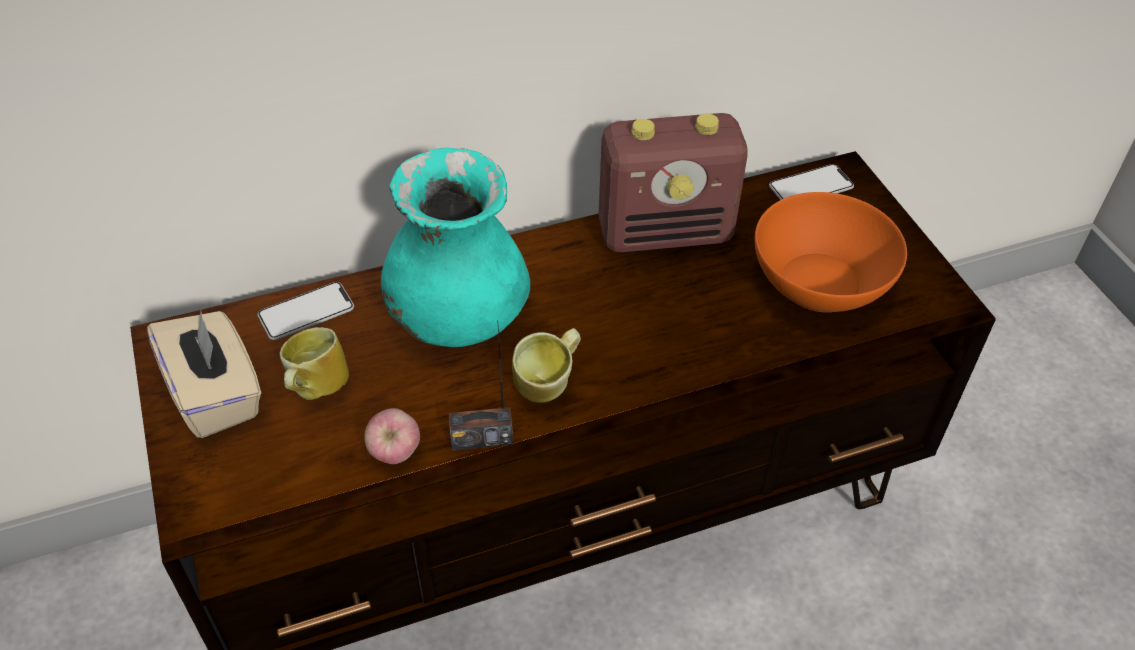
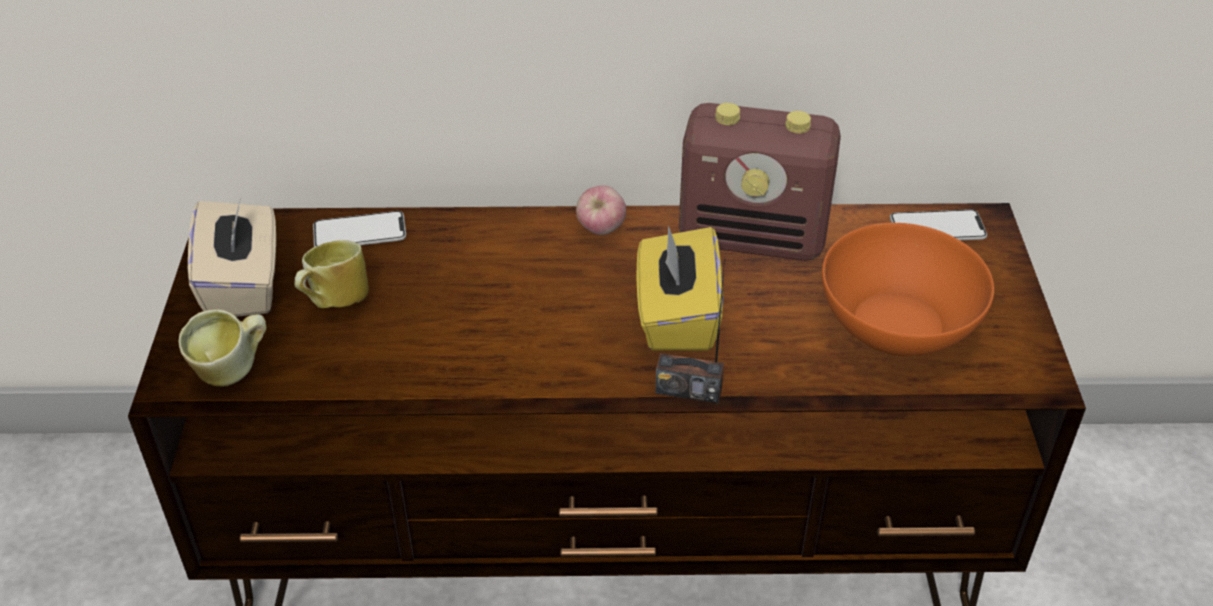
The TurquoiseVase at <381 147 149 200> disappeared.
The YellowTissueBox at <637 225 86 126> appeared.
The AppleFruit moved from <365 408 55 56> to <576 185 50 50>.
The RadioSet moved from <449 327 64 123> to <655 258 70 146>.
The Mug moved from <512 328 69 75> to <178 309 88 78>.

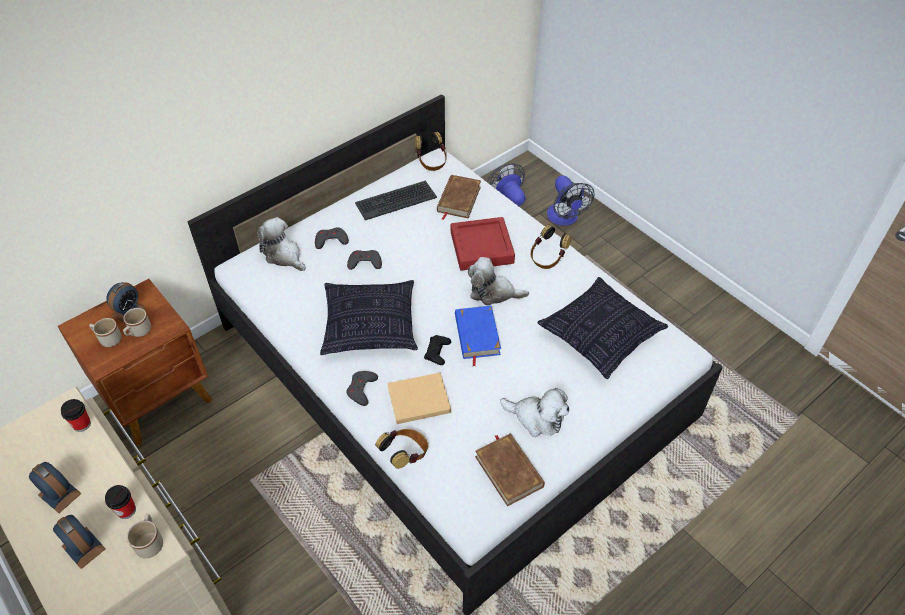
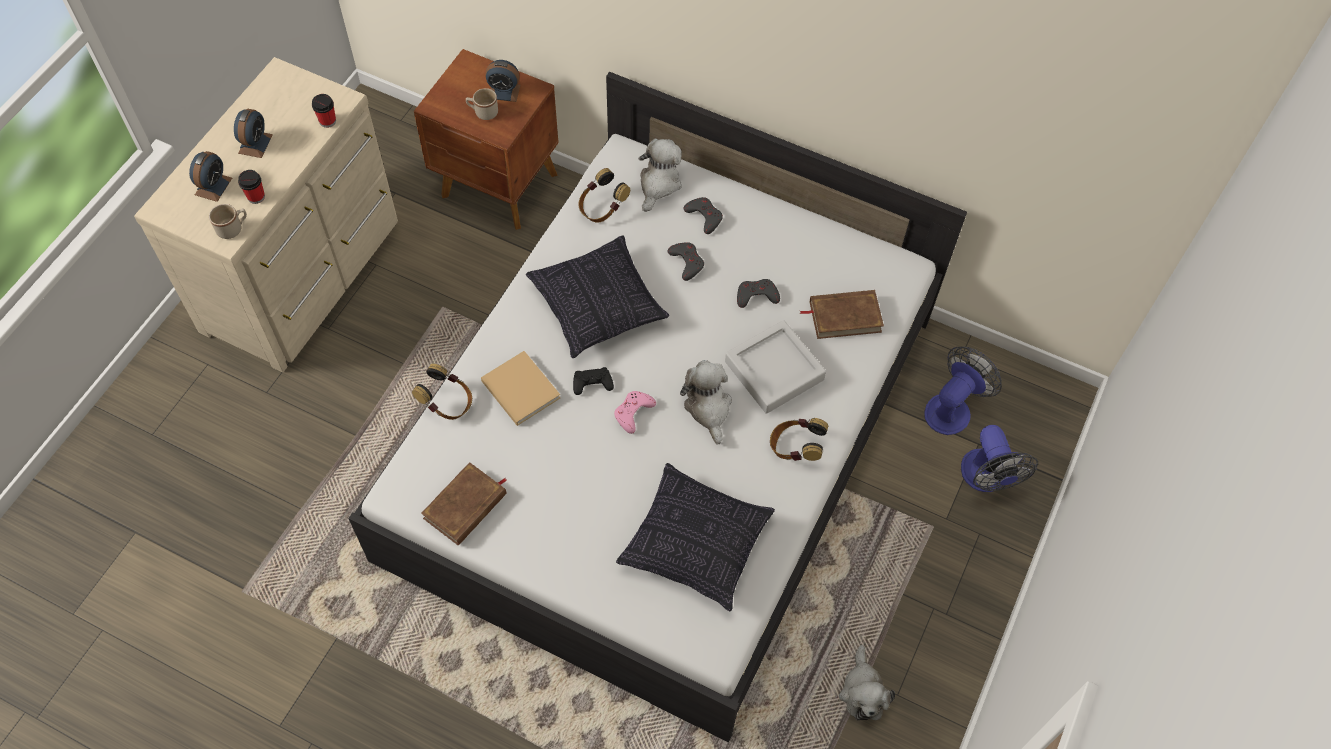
The SandColouredMug at <89 318 33 29> disappeared.
The ComputerKeyboard at <355 181 82 39> disappeared.
The GrayJoypad moved from <346 371 32 35> to <737 279 43 29>.
The Headphones moved from <415 132 32 39> to <578 168 52 55>.
The PlushToy moved from <500 388 69 49> to <839 645 56 75>.
The BluishVolume at <455 306 46 60> was replaced by the PinkishJoypad at <614 391 42 43>.
The RedServingTray at <451 217 64 54> became the GrayServingTray at <725 320 101 94>.
The CoolingFan at <547 175 48 51> turned 60 degrees counterclockwise.

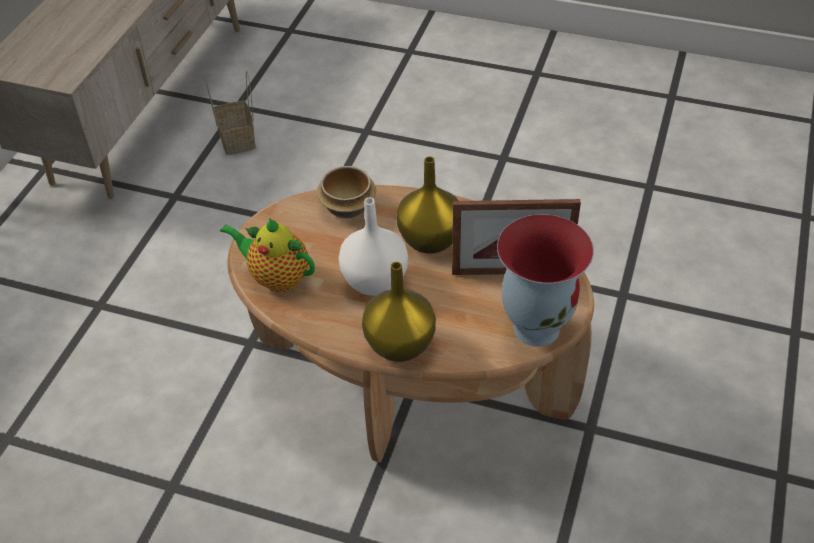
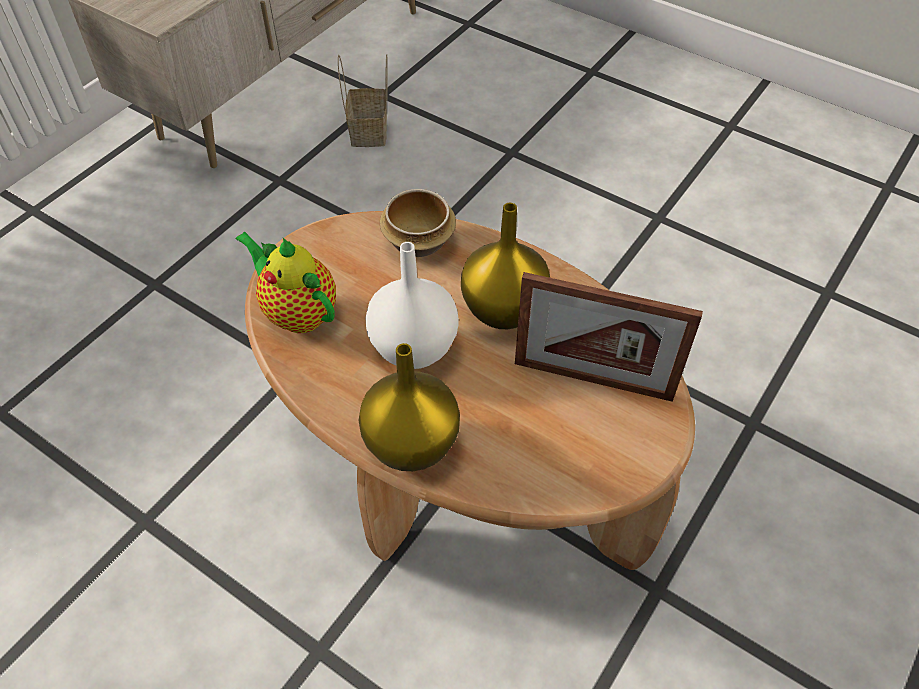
The Vase at <497 214 97 133> disappeared.

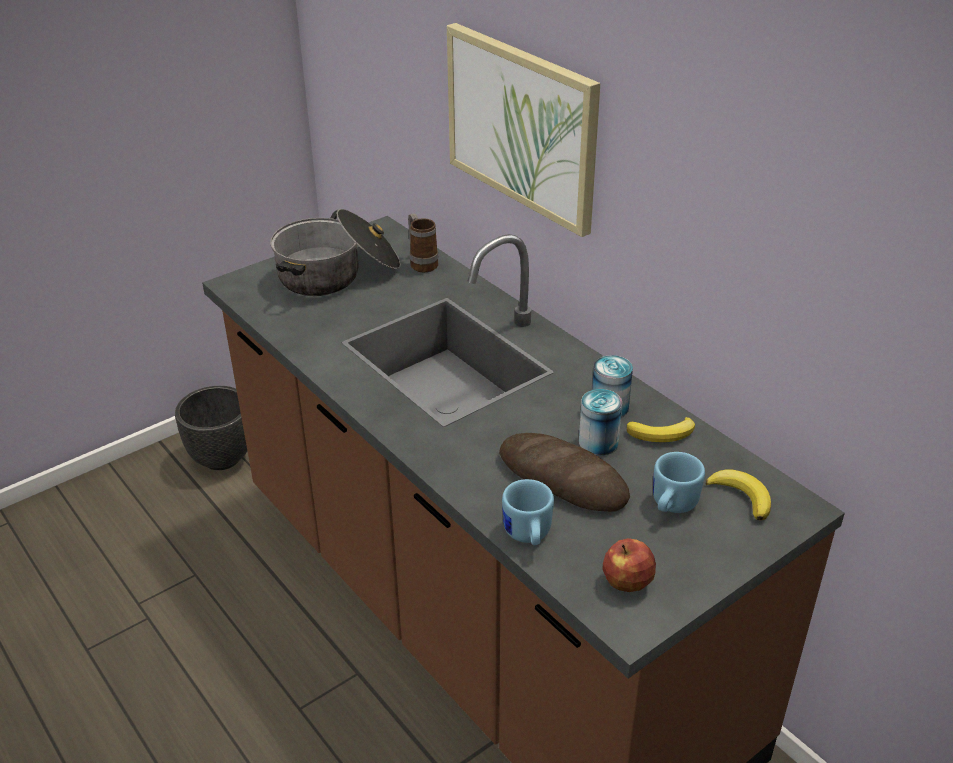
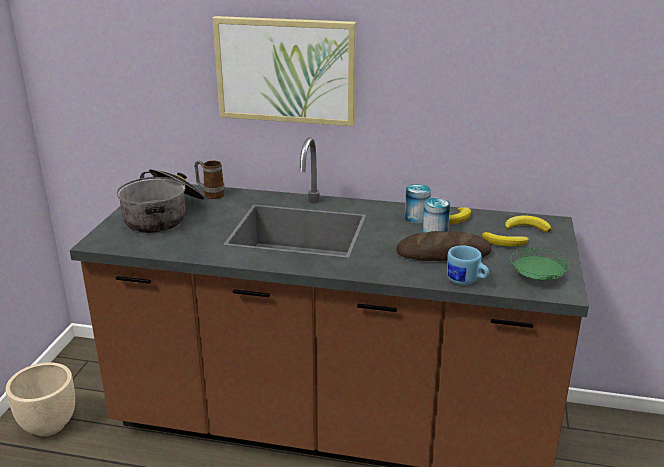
The AppleFruit at <603 538 53 54> was replaced by the GreenishPlate at <510 248 60 32>.
The BluishMug at <653 452 52 61> was replaced by the BananaFruit at <482 232 47 14>.
The BlackColouredFlowerPot at <175 386 72 84> became the SandColouredFlowerPot at <6 362 69 74>.

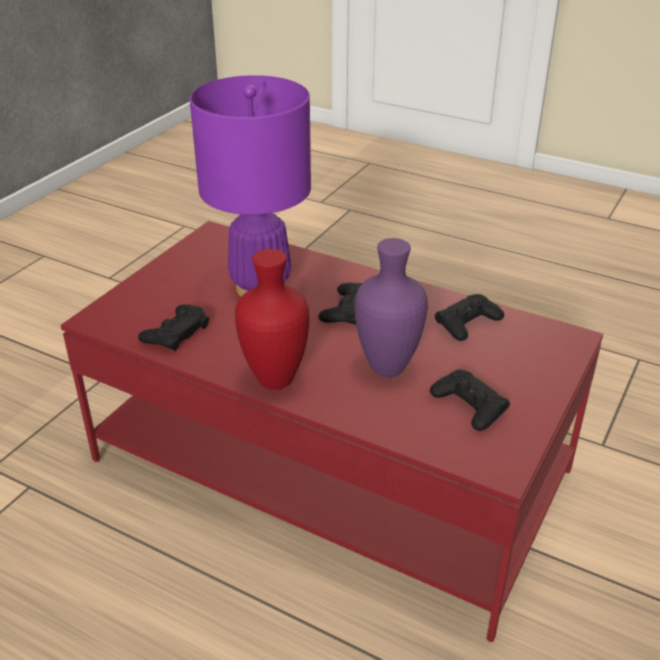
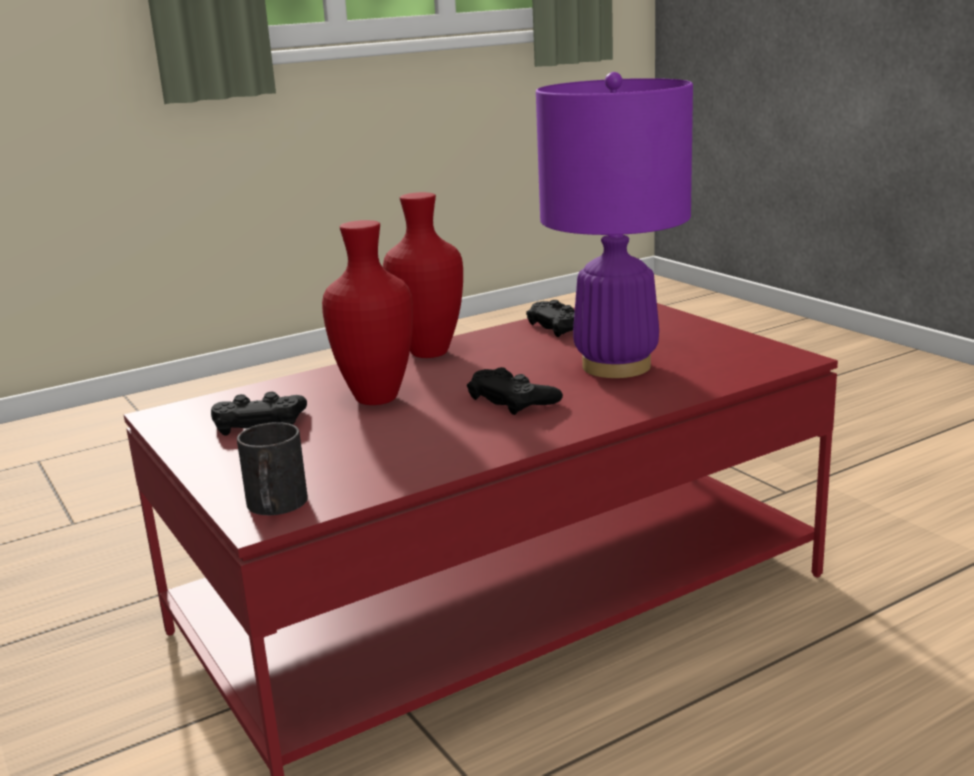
The BlackColouredJoypad at <435 294 69 47> disappeared.
The BlackColouredMug at <237 422 71 93> appeared.
The PurpleColouredVase at <355 238 73 139> became the RedVase at <322 220 91 185>.

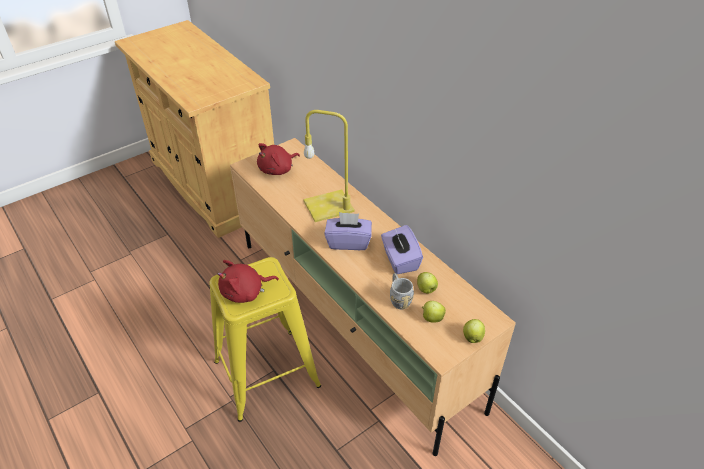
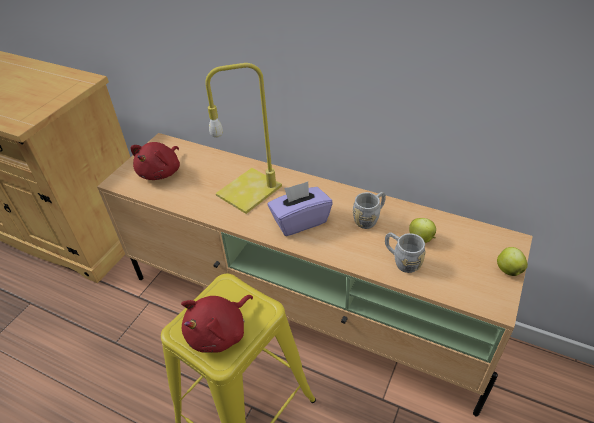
The AppleFruit at <421 301 25 22> disappeared.
The PurpleColouredTissueBox at <381 225 42 49> was replaced by the GrayMug at <353 192 33 37>.

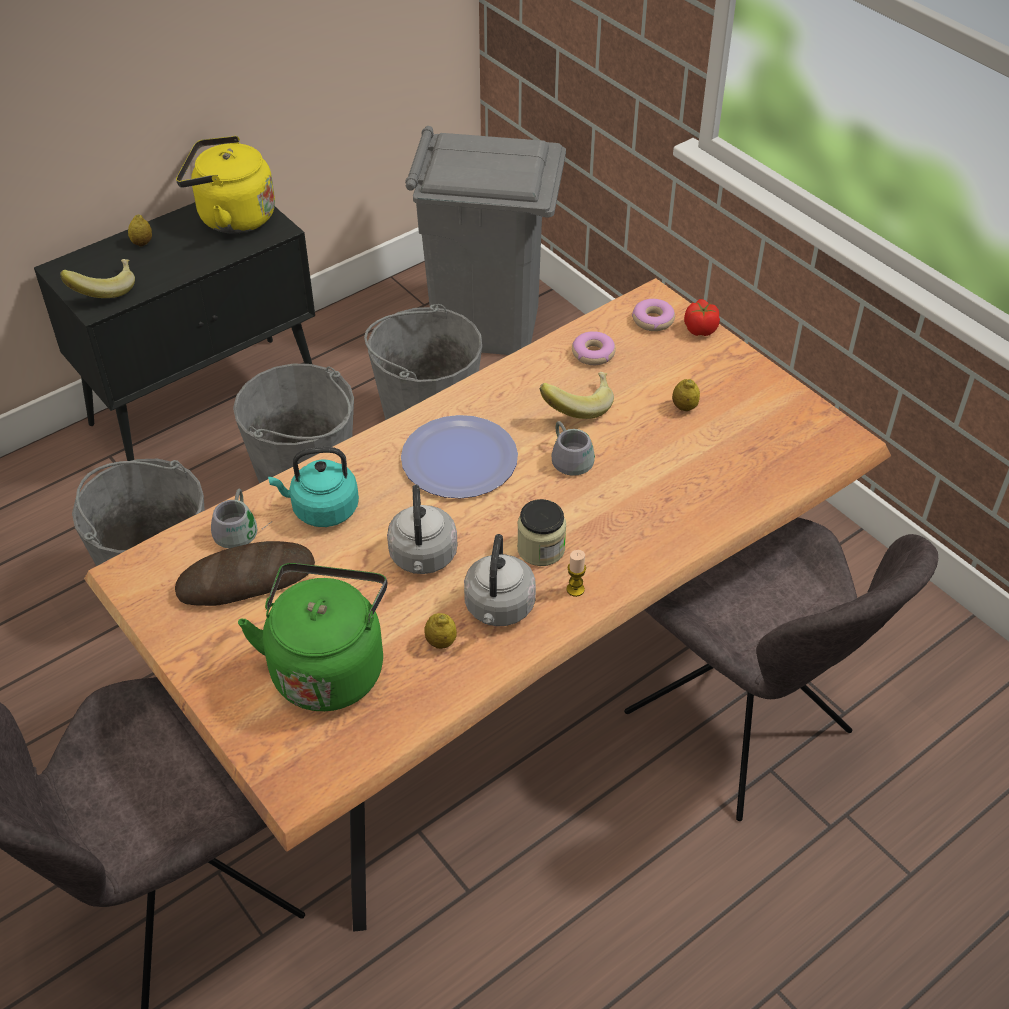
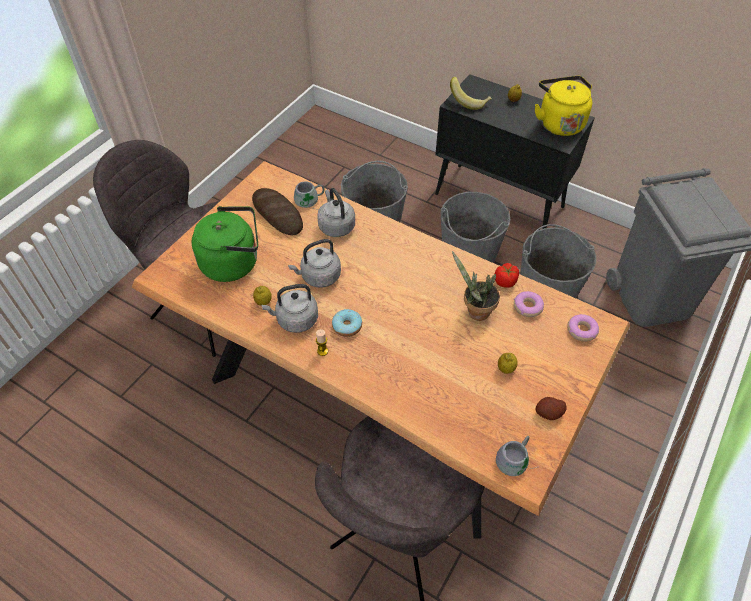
The Plate at <401 415 117 83> disappeared.
The Spud at <535 397 32 23> appeared.
The GrayMug moved from <552 421 43 55> to <496 436 41 40>.
The WholeTomato moved from <684 299 36 37> to <495 263 24 25>.
The PreserveJar at <517 499 49 67> was replaced by the Donut at <332 309 30 28>.
The BananaFruit at <540 372 74 47> was replaced by the Houseplant at <452 251 48 70>.
The TurquoiseWaterKettle at <268 447 91 80> became the GrayWaterKettle at <317 188 38 49>.

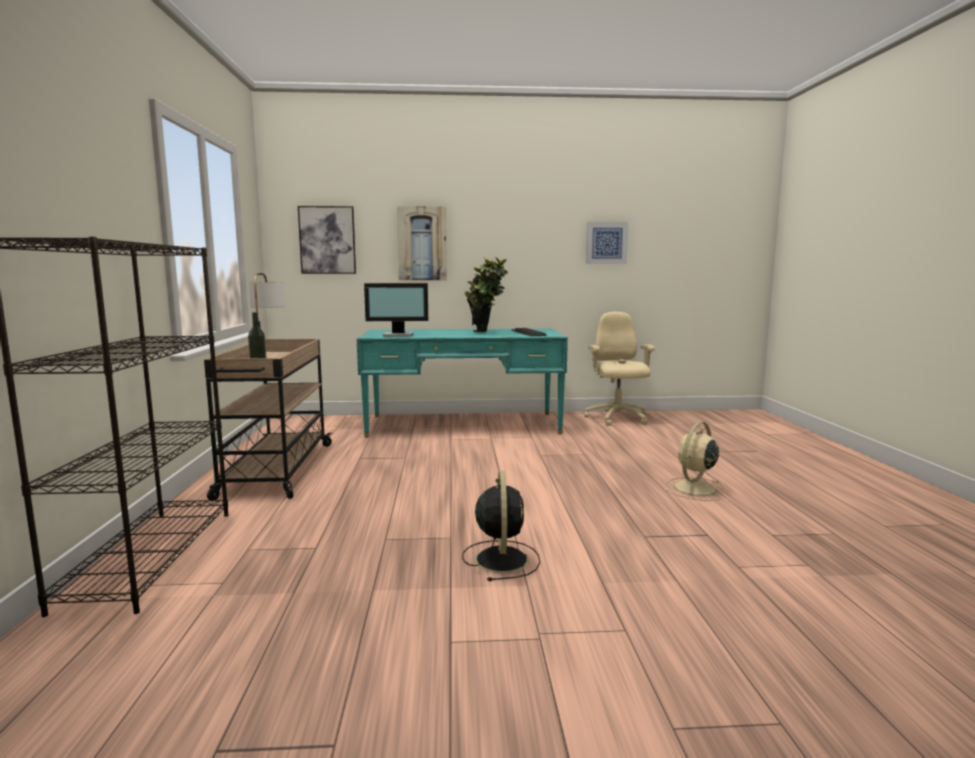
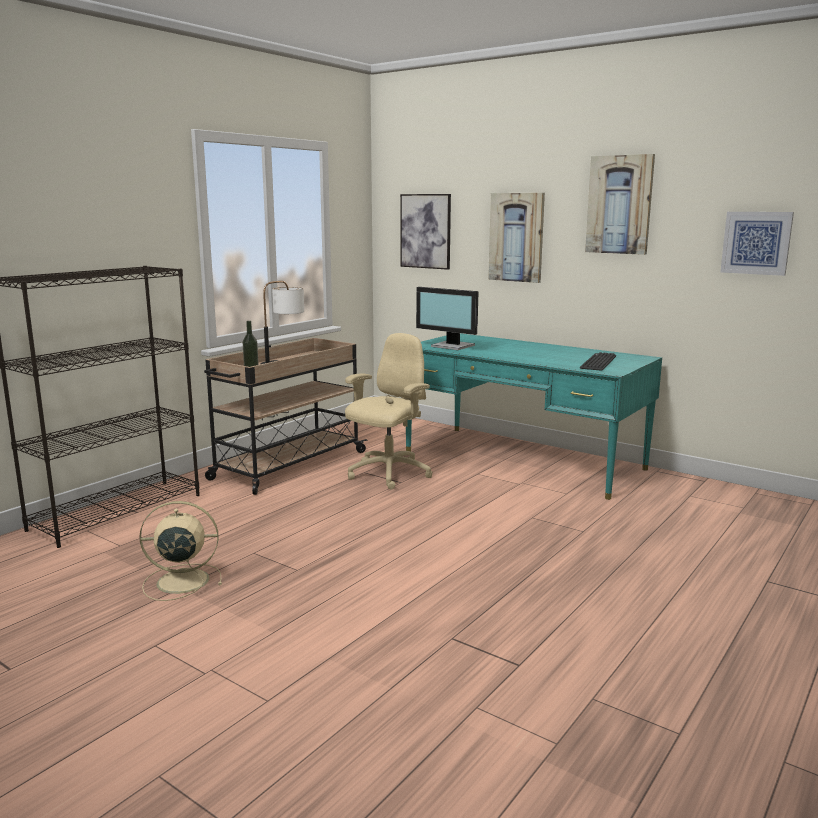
The BlackColouredCoolingFan at <462 471 78 110> disappeared.
The Houseplant at <464 257 44 75> disappeared.
The WallPicture at <585 154 70 101> appeared.
The SandColouredDeskChair moved from <584 312 71 114> to <345 333 88 157>.
The SandColouredCoolingFan moved from <663 422 62 79> to <139 501 83 100>.

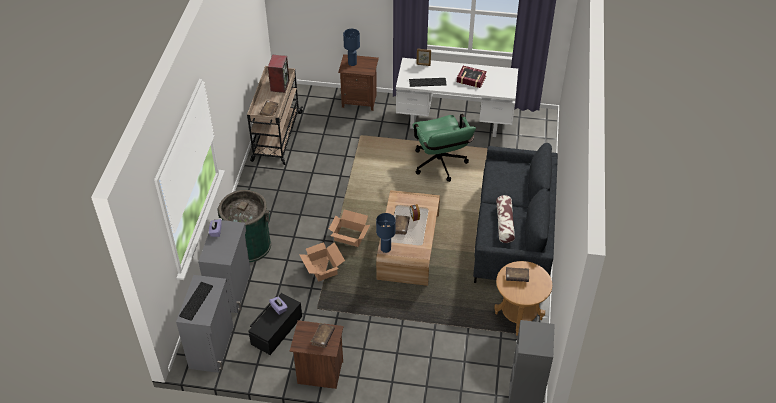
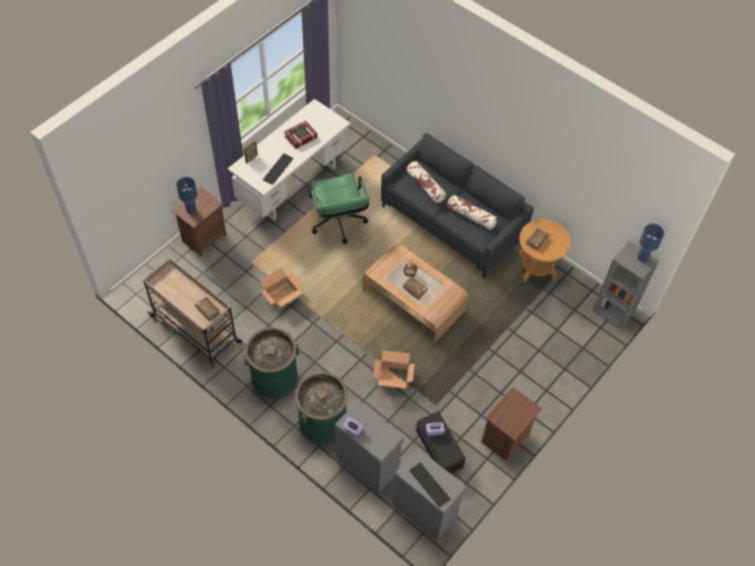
The Loudspeaker at <268 54 21 39> disappeared.
The BrownVolume at <311 323 24 25> disappeared.
The GreenishTrashCan at <244 327 55 73> appeared.
The Pillow at <406 161 41 42> appeared.
The Carton moved from <329 209 41 38> to <260 268 42 42>.
The BluishTabletopLamp moved from <376 213 20 40> to <637 224 27 38>.
The GreenishDeskChair at <413 114 63 68> turned 60 degrees clockwise.

